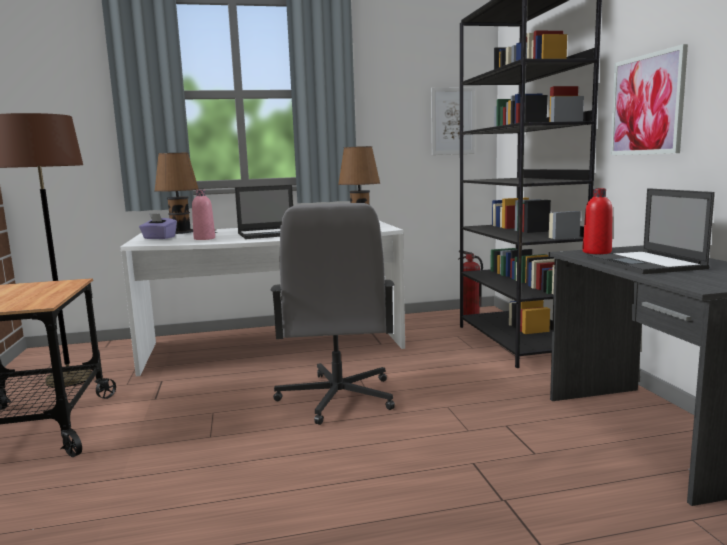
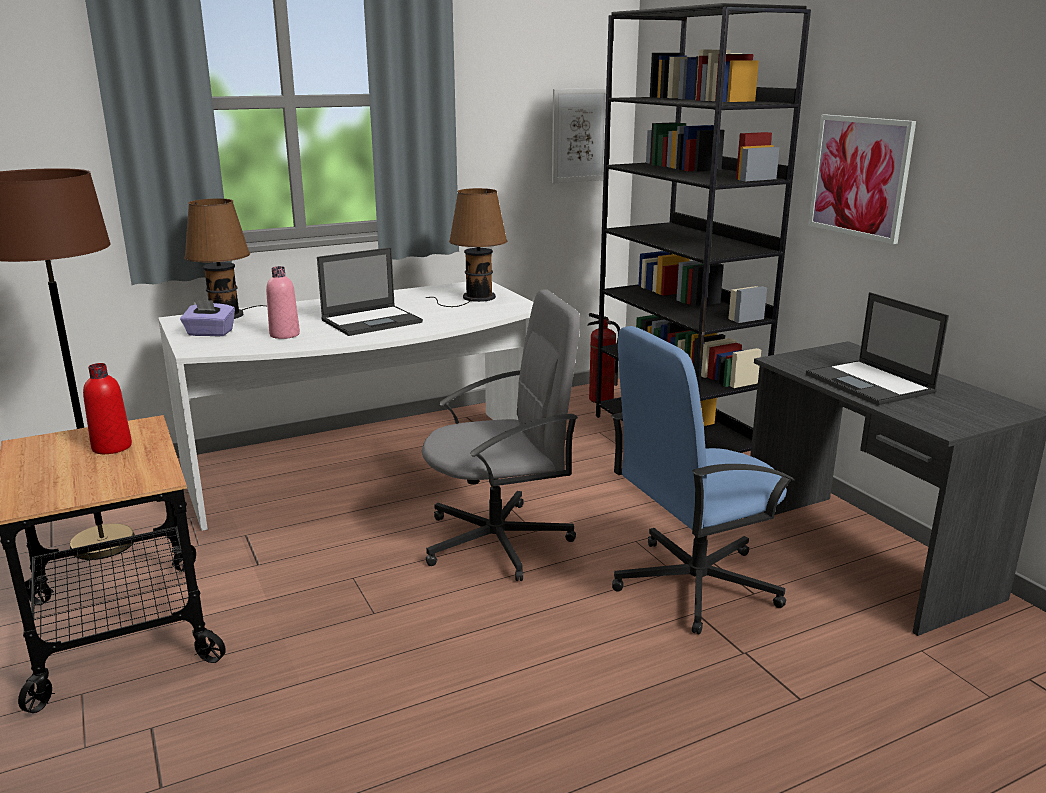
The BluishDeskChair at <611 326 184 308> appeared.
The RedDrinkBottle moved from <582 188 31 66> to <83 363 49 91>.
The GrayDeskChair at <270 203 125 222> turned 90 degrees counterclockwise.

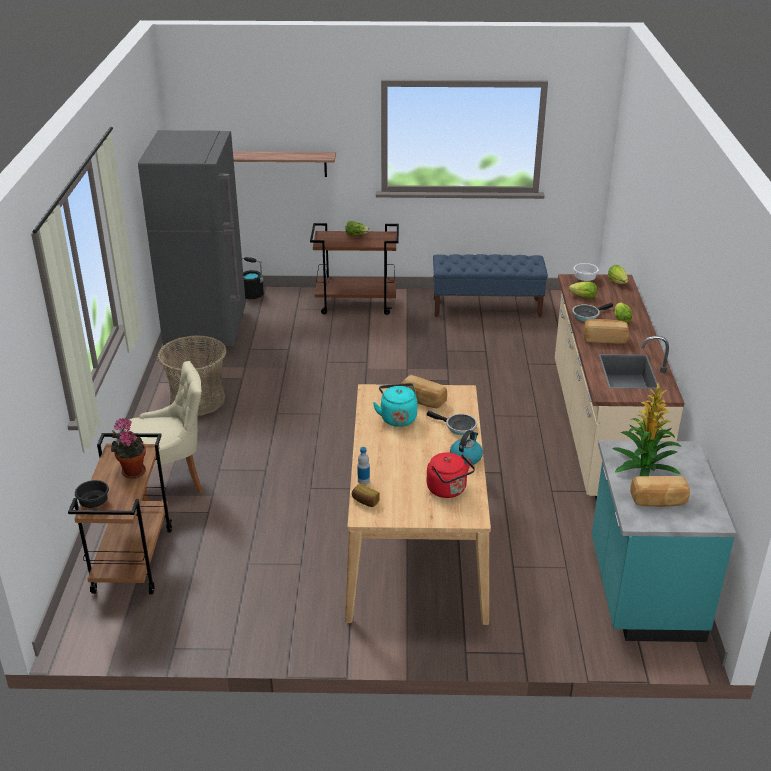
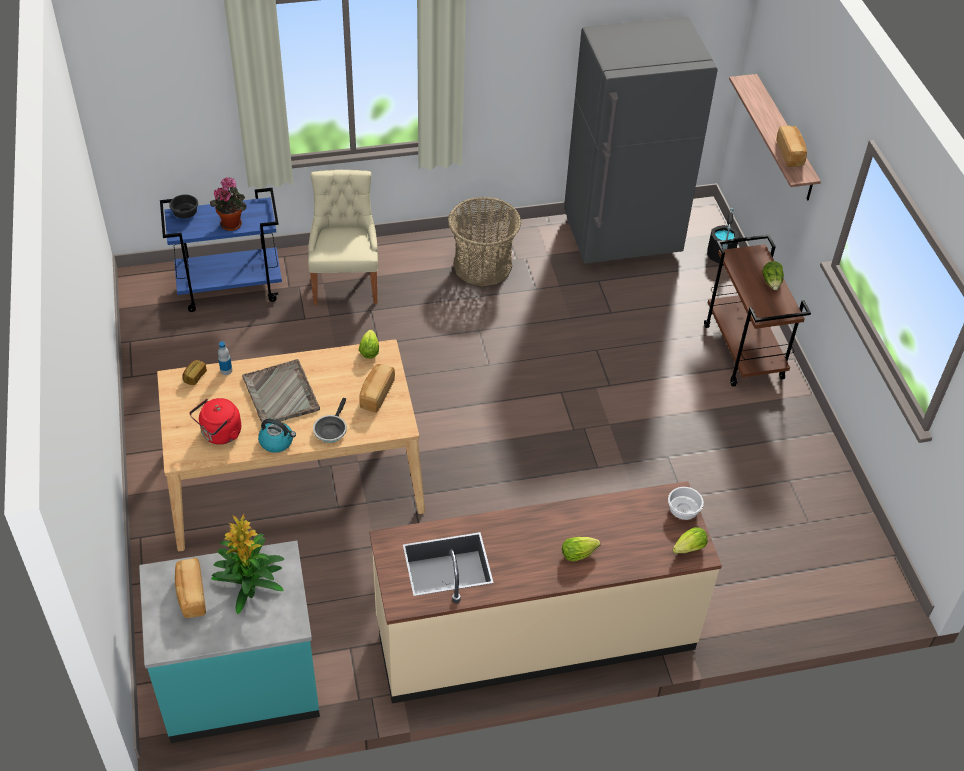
The TurquoiseWaterKettle at <373 383 44 44> disappeared.
The BluishLongSeat at <433 254 115 64> disappeared.
The Pan at <572 303 41 18> disappeared.
The GrayServingTray at <242 359 78 66> appeared.
The Lettuce moved from <569 281 28 17> to <359 330 20 29>.
The BakedBread moved from <584 319 45 25> to <776 126 31 41>.
The BrownWheeledCart at <68 433 104 161> became the BluishWheeledCart at <160 188 122 124>.
The SandColouredUprightChair at <124 361 79 140> turned 150 degrees counterclockwise.

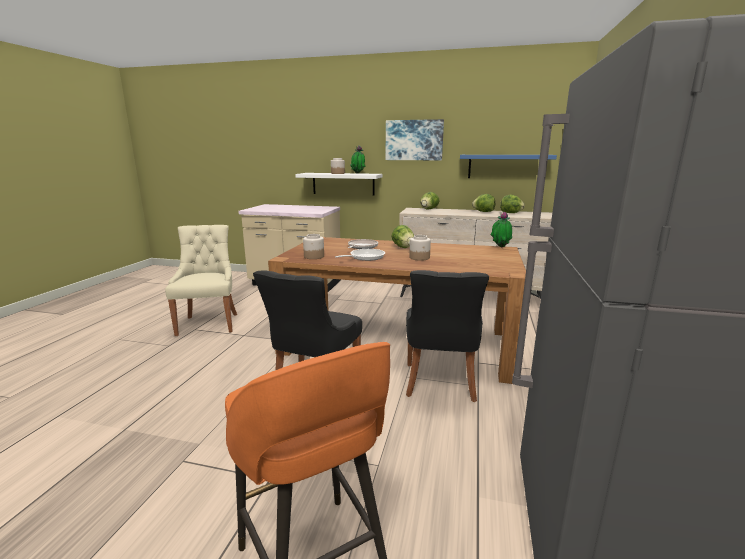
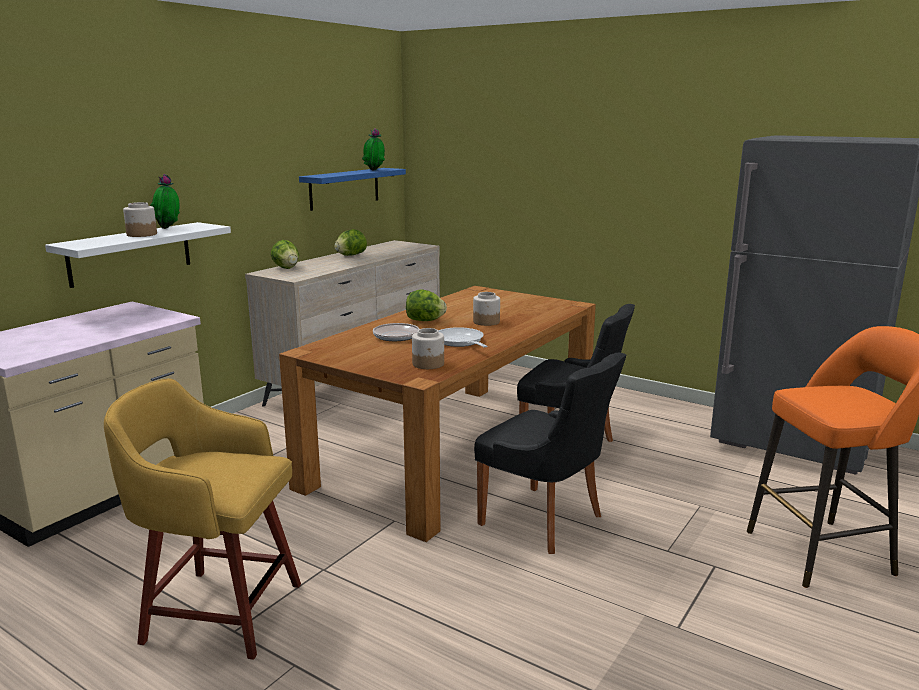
The WallPicture at <386 119 58 41> disappeared.
The Lettuce at <500 195 25 18> disappeared.
The Houseplant moved from <491 211 21 36> to <362 128 23 43>.
The SandColouredUprightChair at <165 225 72 111> was replaced by the YellowStool at <104 378 197 282>.

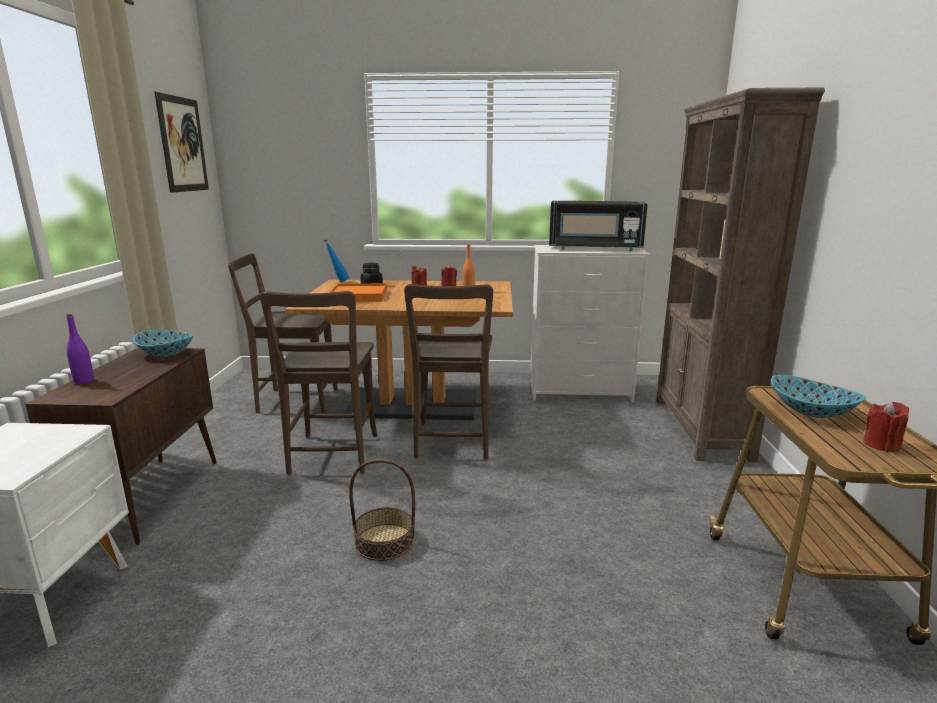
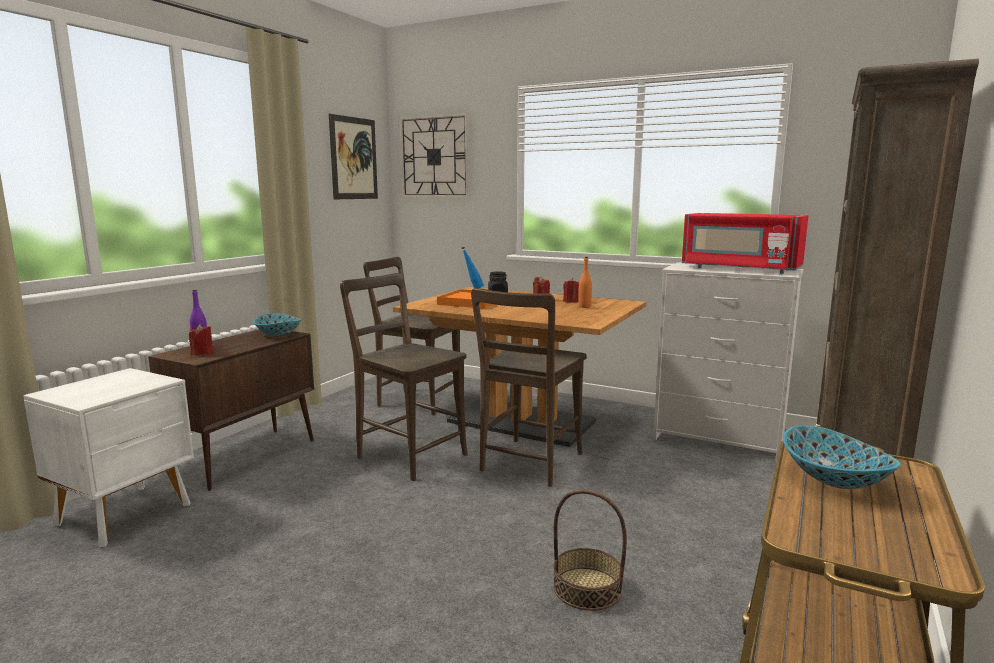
The WallClock at <399 113 71 85> appeared.
The Basket moved from <349 459 66 102> to <553 490 74 121>.
The RedWaxCandle moved from <863 401 46 51> to <189 324 24 31>.
The BlackColouredMicrowaveOven at <549 201 99 50> became the RedMicrowaveOven at <682 213 127 61>.
The BrownUprightChair at <260 291 117 184> turned 105 degrees clockwise.

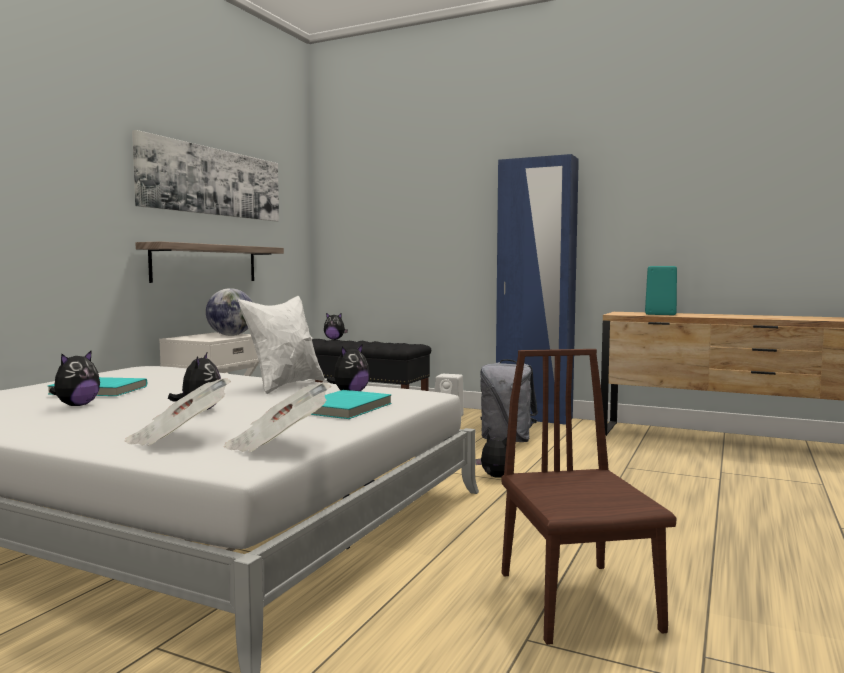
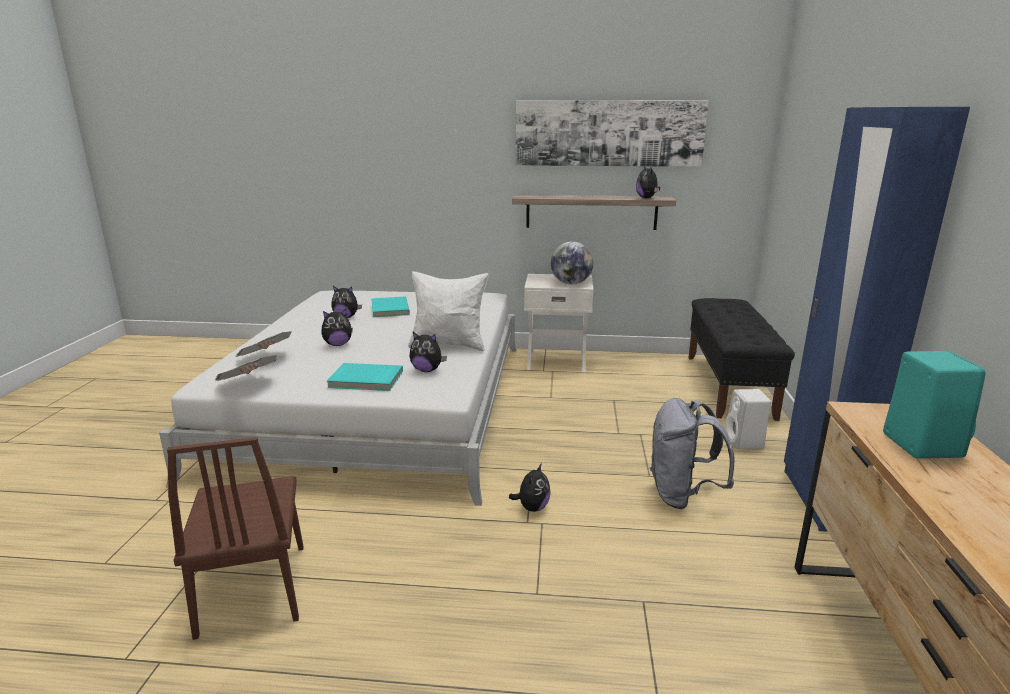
The PlushToy moved from <324 313 24 27> to <636 166 24 32>.
The BrownUprightChair at <501 349 175 296> turned 105 degrees clockwise.

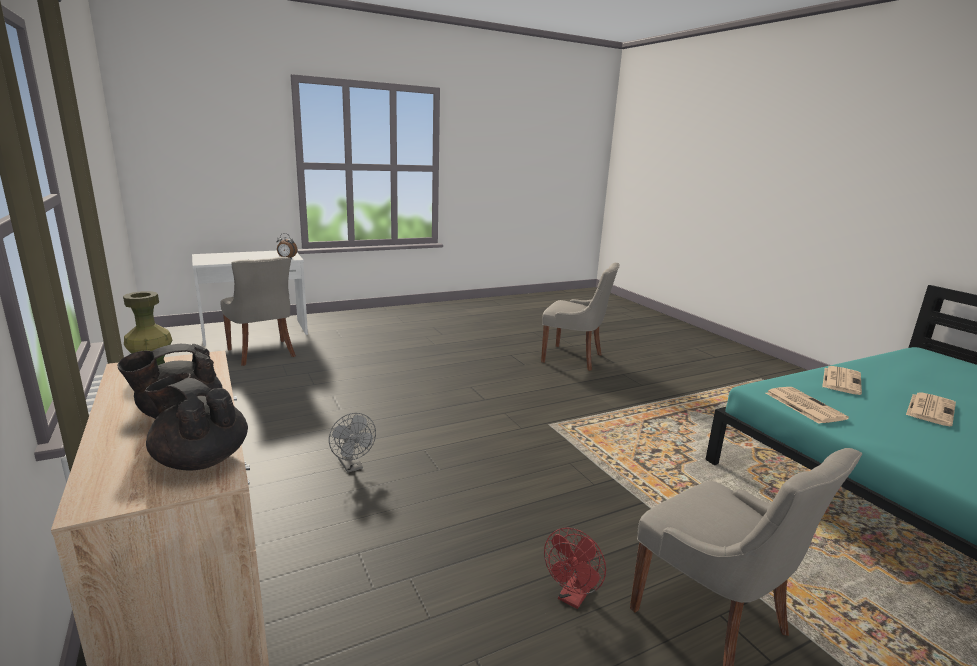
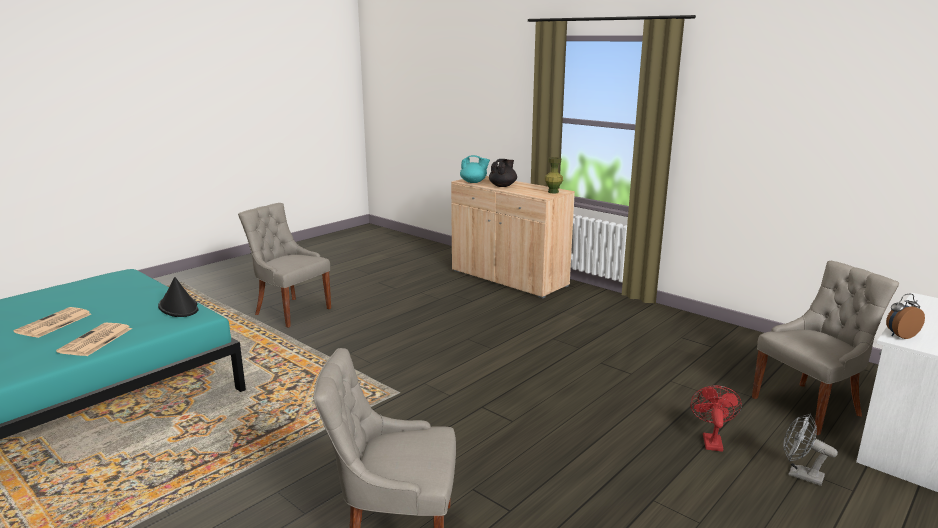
The GrayCoolingFan moved from <329 413 47 60> to <783 414 55 72>.
The RedCoolingFan moved from <544 528 62 81> to <691 385 51 67>.
The DailyPaper at <766 387 83 37> was replaced by the BlackColouredWearableHat at <158 277 41 40>.
The BlackColouredPotForTea at <145 373 103 97> became the TurquoisePotForTea at <460 155 30 28>.
The GrayUprightChair at <220 257 76 109> turned 120 degrees clockwise.

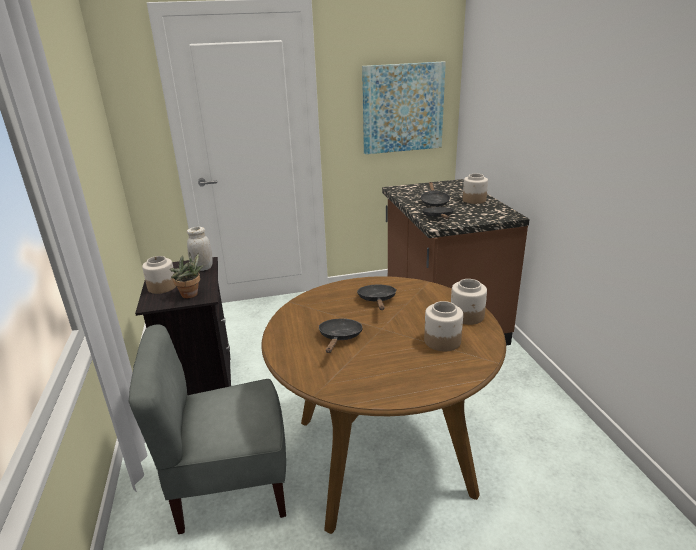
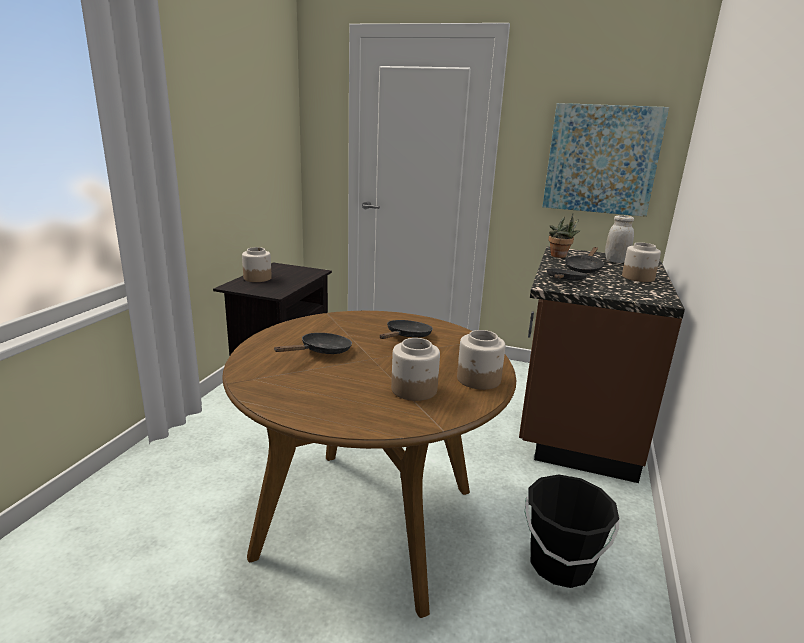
The GrayUprightChair at <129 324 157 210> disappeared.
The BlackColouredBucket at <525 475 95 113> appeared.
The Houseplant moved from <170 252 34 46> to <549 214 32 44>.
The WhitePreserveJar moved from <187 227 26 44> to <605 215 29 48>.

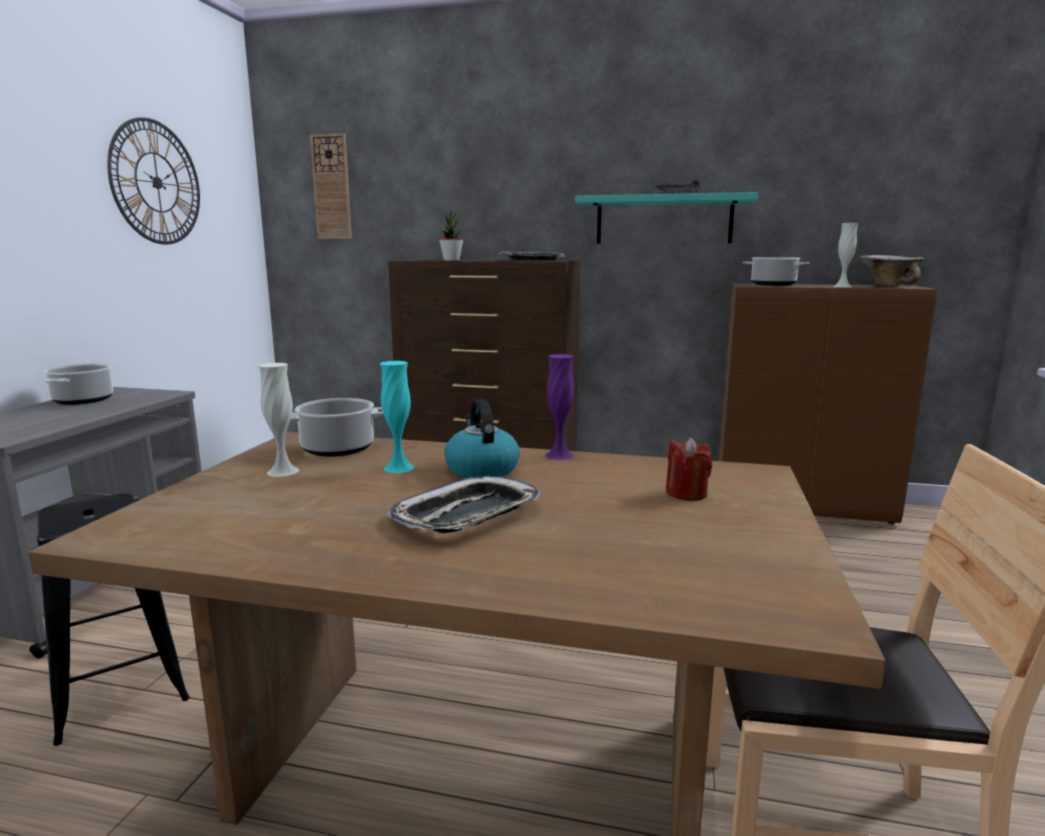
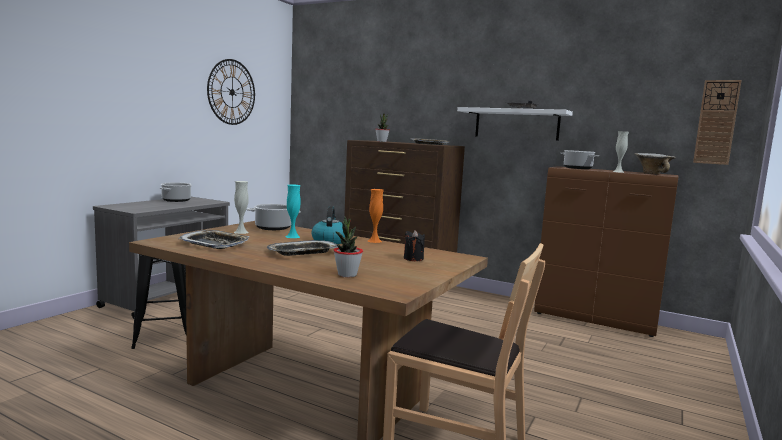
The ServingTray at <179 230 71 19> appeared.
The Houseplant at <333 217 30 60> appeared.
The WallClock moved from <310 133 42 106> to <693 80 49 85>.
The PurpleColouredVase at <545 354 29 106> became the OrangeyVase at <368 189 16 54>.
The TurquoiseBracketShelf at <575 192 183 51> became the WhiteBracketShelf at <457 107 116 34>.
The RedWaxCandle at <666 437 46 64> became the BlackColouredWaxCandle at <404 230 21 31>.

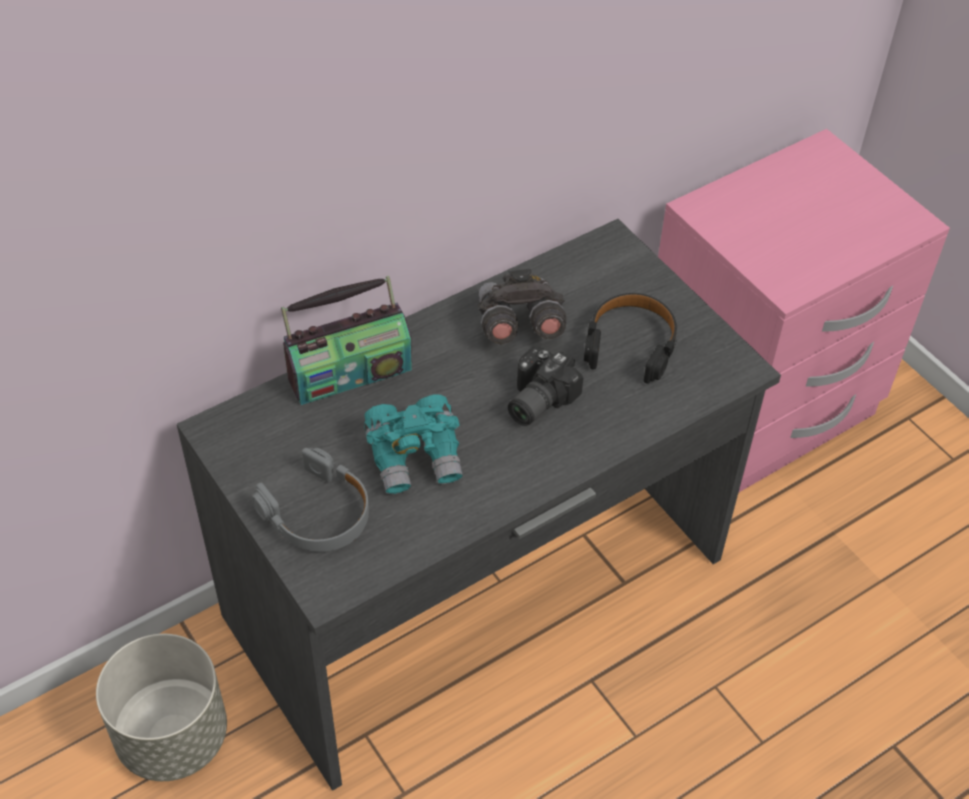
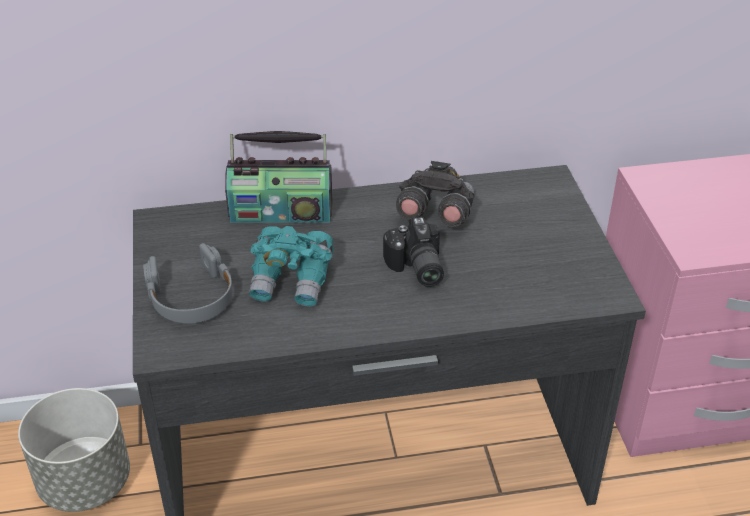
The BlackColouredHeadphones at <584 293 93 91> disappeared.
The StillCamera at <508 347 75 79> turned 75 degrees counterclockwise.

